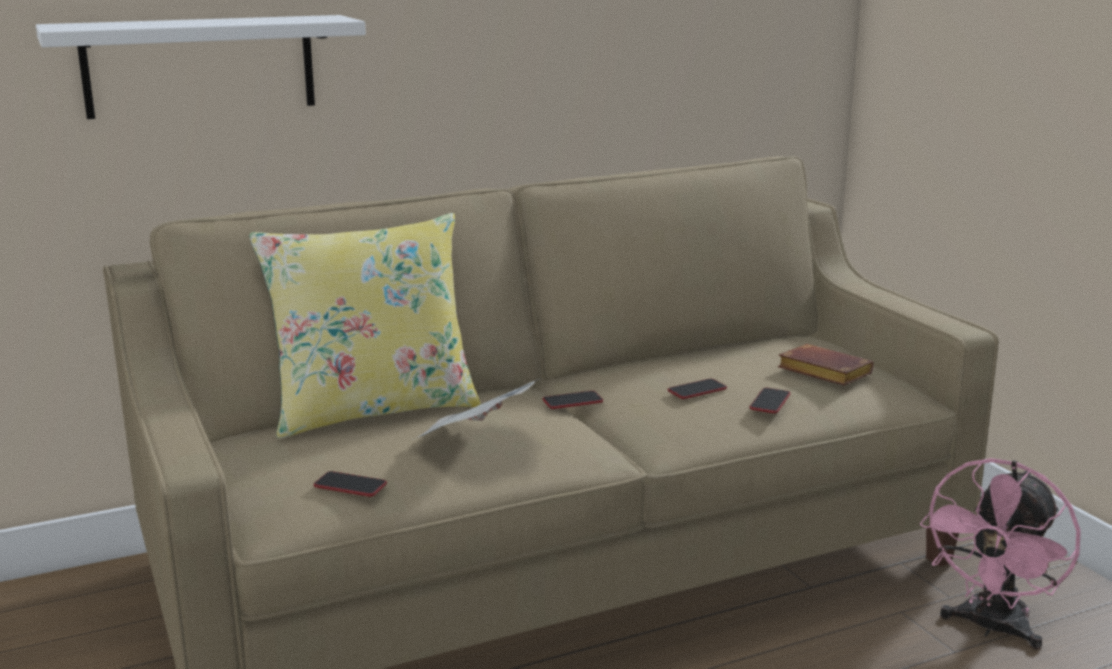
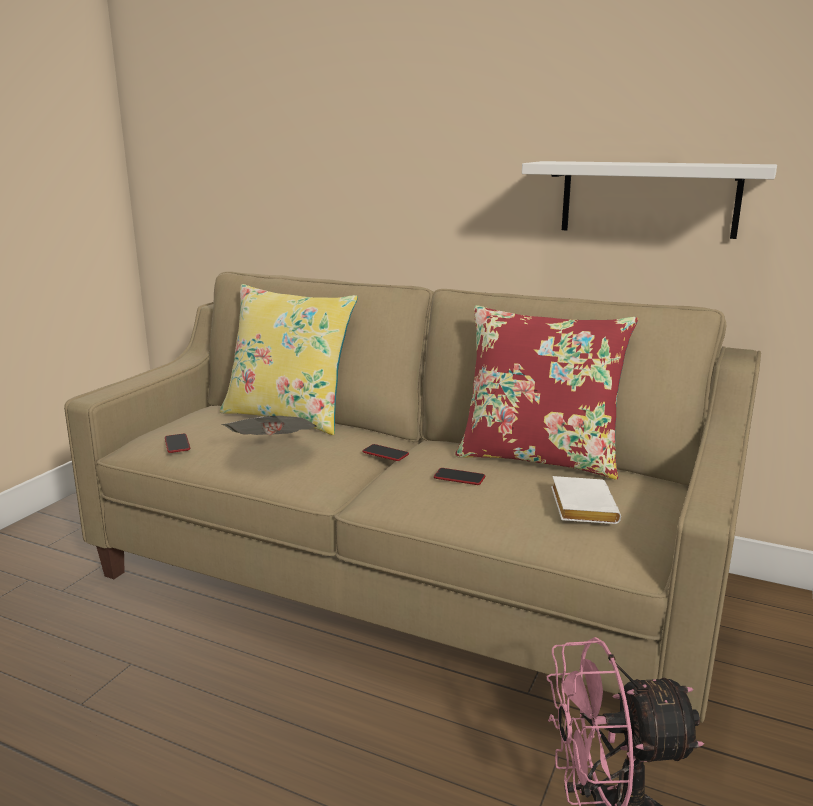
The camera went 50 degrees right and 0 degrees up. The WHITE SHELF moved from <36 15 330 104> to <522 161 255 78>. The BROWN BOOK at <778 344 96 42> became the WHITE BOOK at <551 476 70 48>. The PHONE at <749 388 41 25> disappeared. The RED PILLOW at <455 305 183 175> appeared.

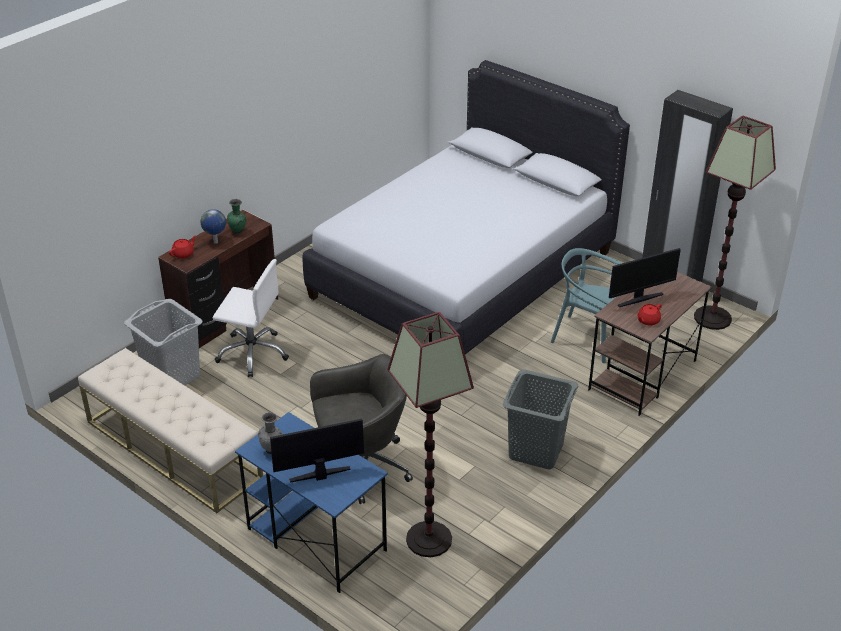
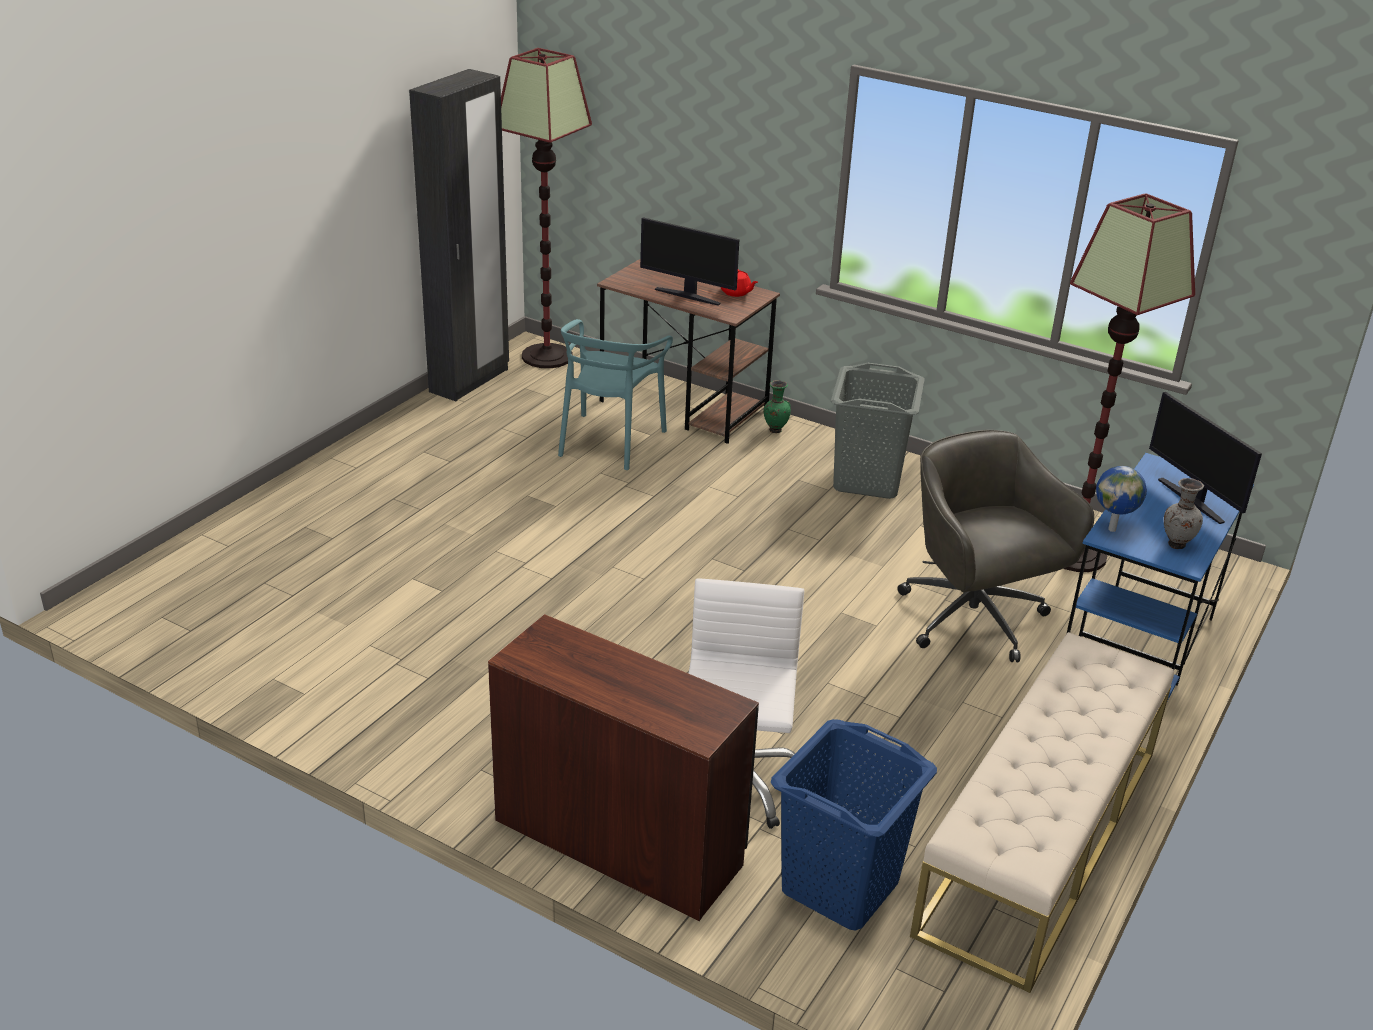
The camera went 100 degrees left and 5 degrees down. The WHITE BED at <303 60 327 294> disappeared. The GREEN VASE moved from <227 199 19 36> to <764 380 27 53>. The GLOBE moved from <200 209 26 35> to <1096 466 51 66>. The RED TEAPOT at <169 235 27 23> disappeared. The MONITOR at <609 248 72 59> turned 150 degrees clockwise. The GREY LAUNDRY BASKET at <124 299 79 86> became the BLUE LAUNDRY BASKET at <771 719 166 212>.

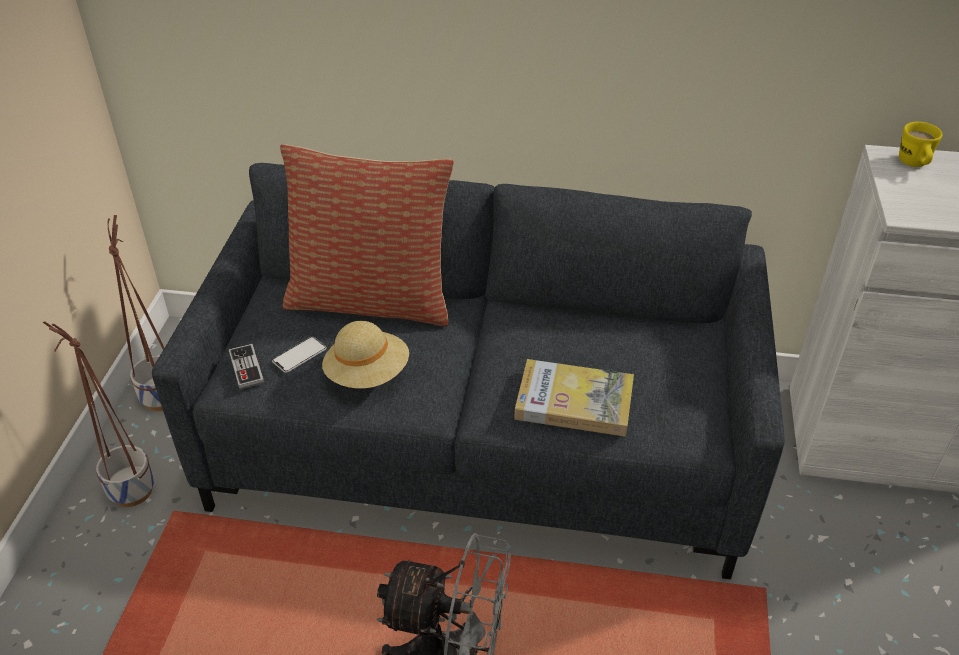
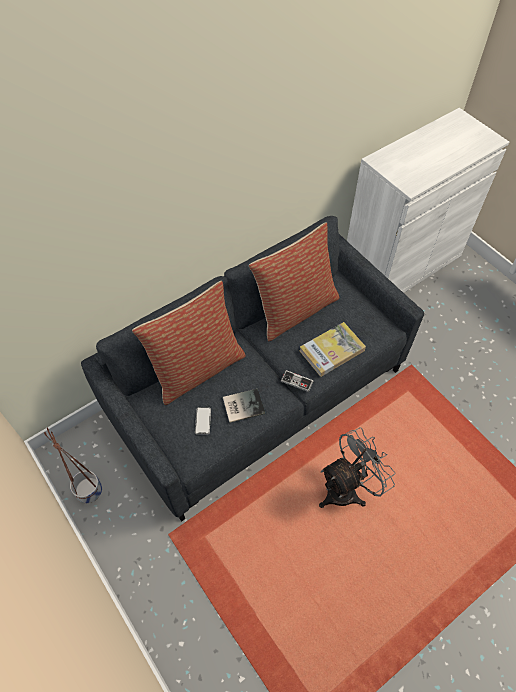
The camera went 45 degrees left and 15 degrees up. The YELLOW MUG at <899 122 43 45> disappeared. The PLANTER at <43 321 111 186> disappeared. The BEIGE HAT at <322 321 87 67> was replaced by the BOOK at <223 389 42 34>. The GAME CONTROLLER moved from <229 344 35 45> to <281 370 32 22>. The PILLOW at <249 222 90 119> appeared.

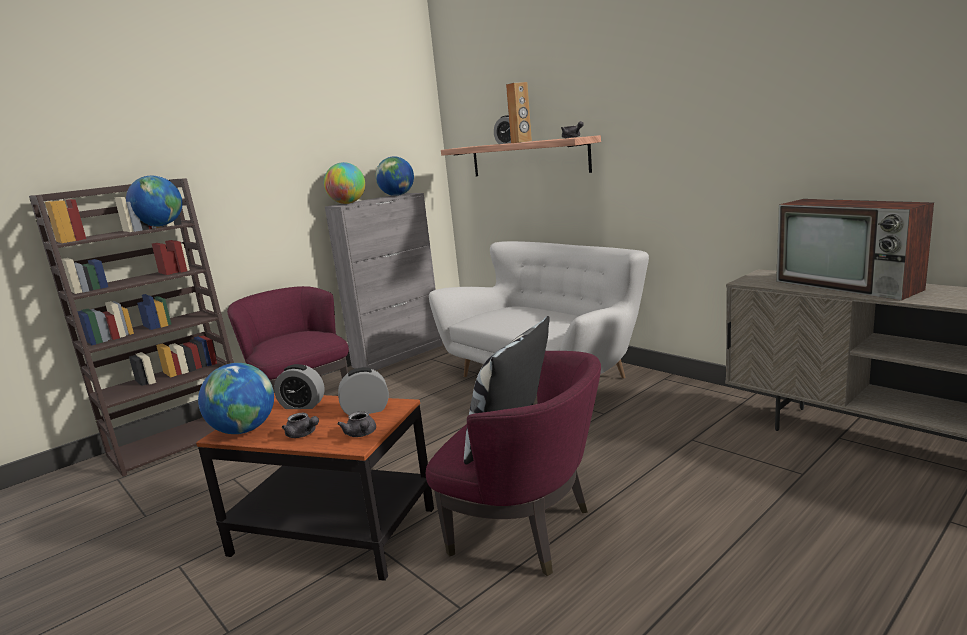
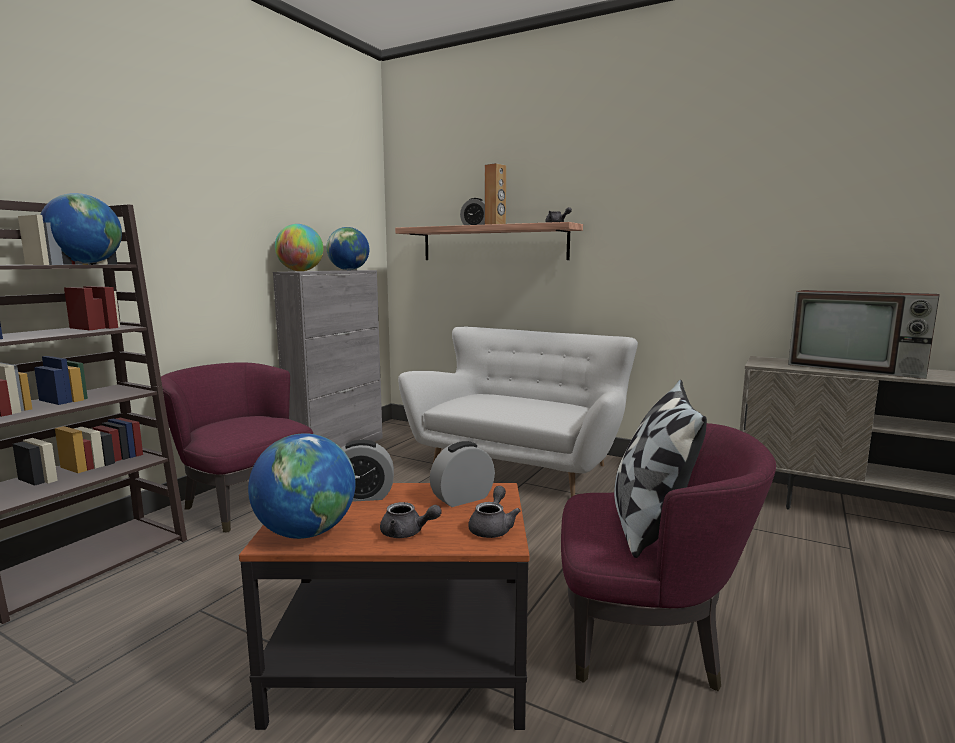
The camera went 20 degrees left and 5 degrees down. The GREY TEAPOT at <338 411 38 26> turned 120 degrees counterclockwise.

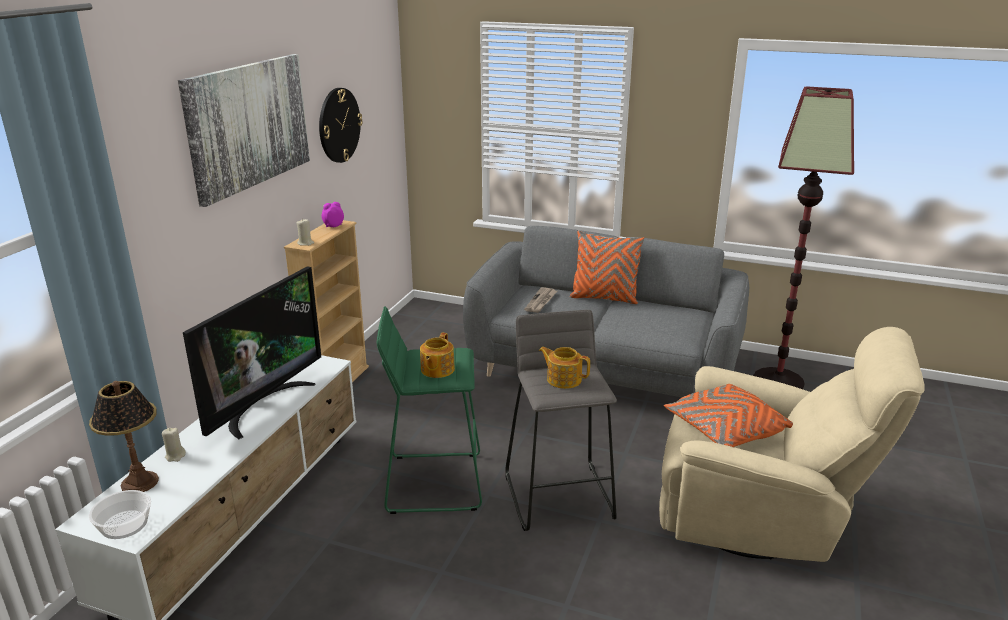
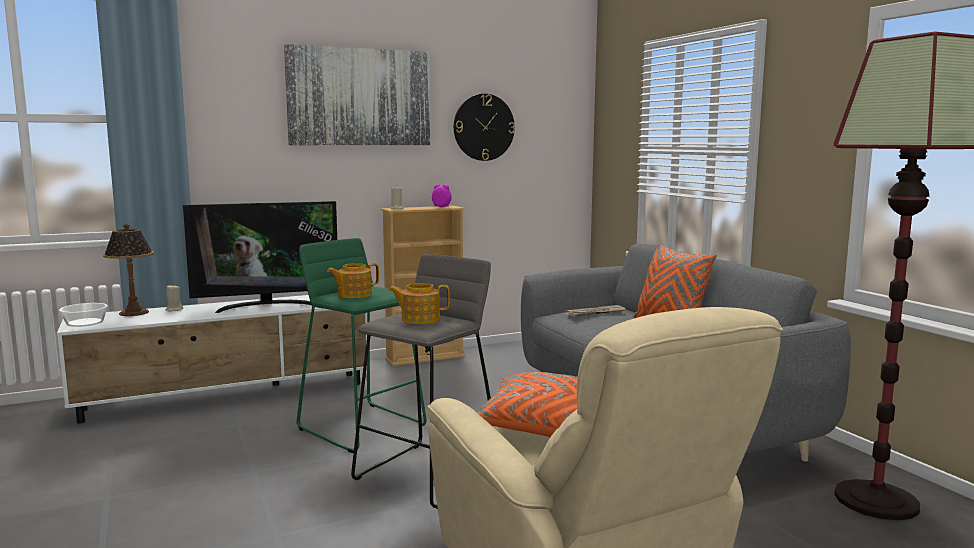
The camera went 45 degrees right and 15 degrees down. The TEAPOT at <539 347 51 42> turned 75 degrees counterclockwise.

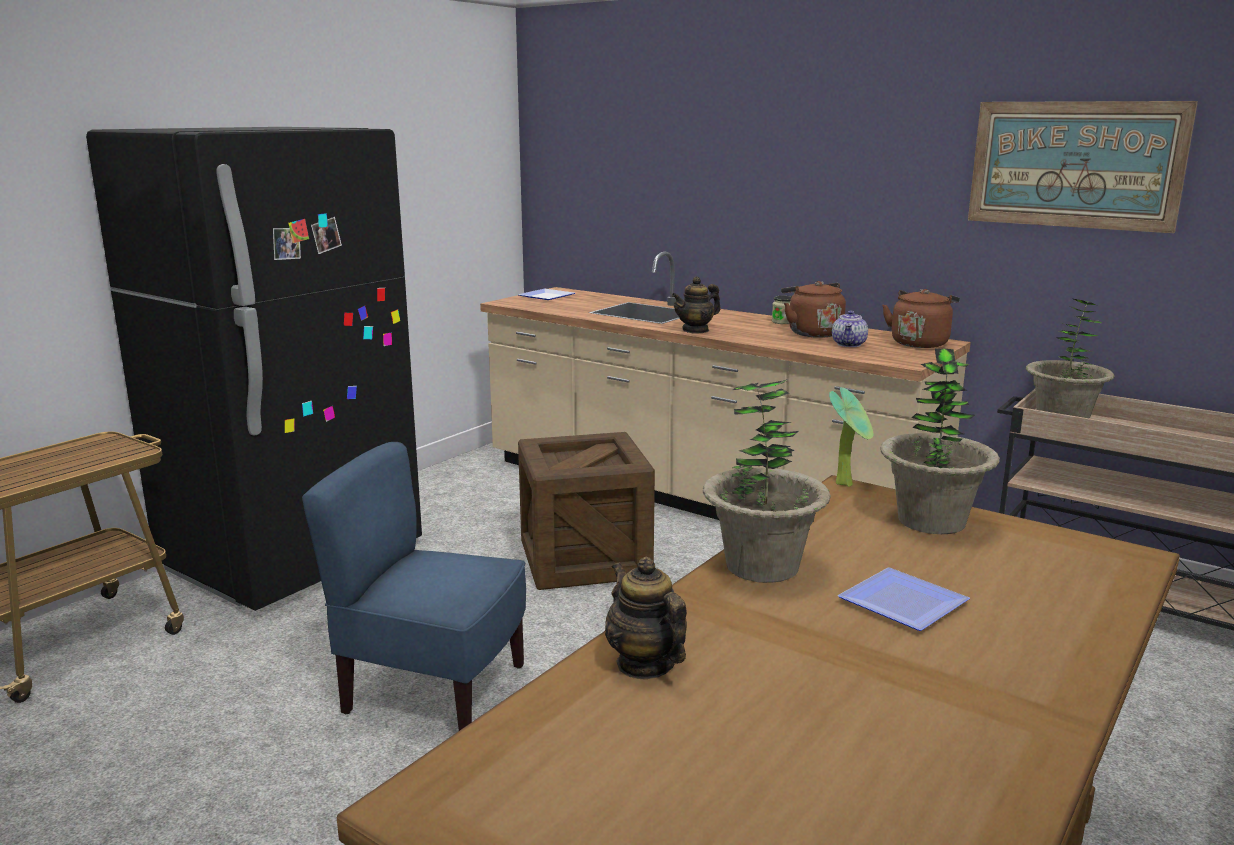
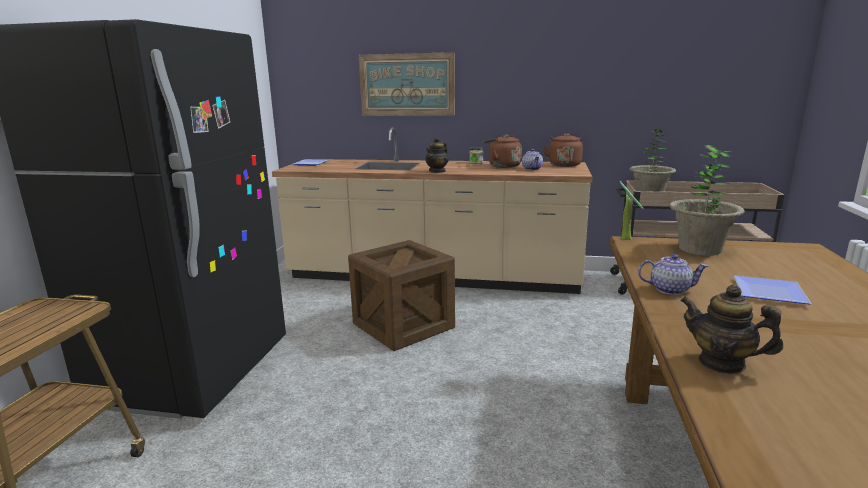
The camera went 25 degrees left and 0 degrees up. The PICTURE moved from <968 101 230 132> to <359 52 96 64>. The POTTED PLANT at <703 379 128 204> was replaced by the TEAPOT at <638 254 71 41>. The BLUE CHAIR at <302 442 224 289> disappeared.

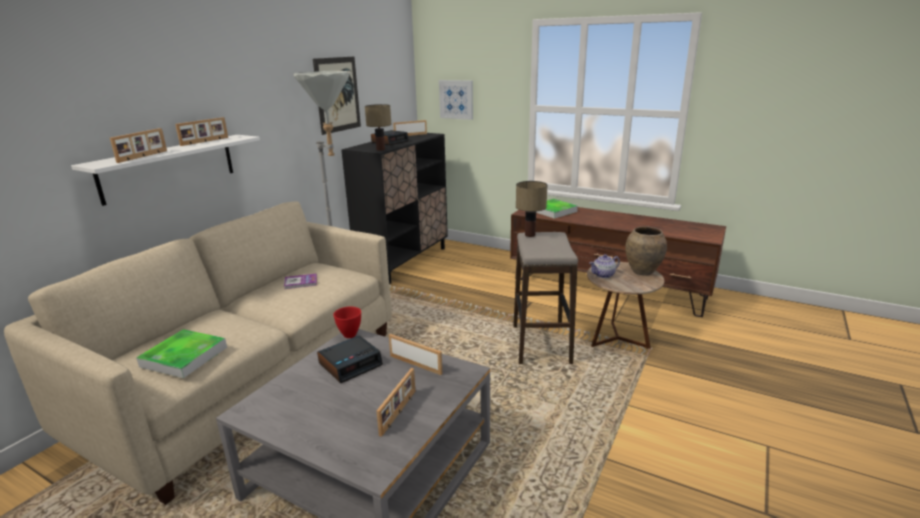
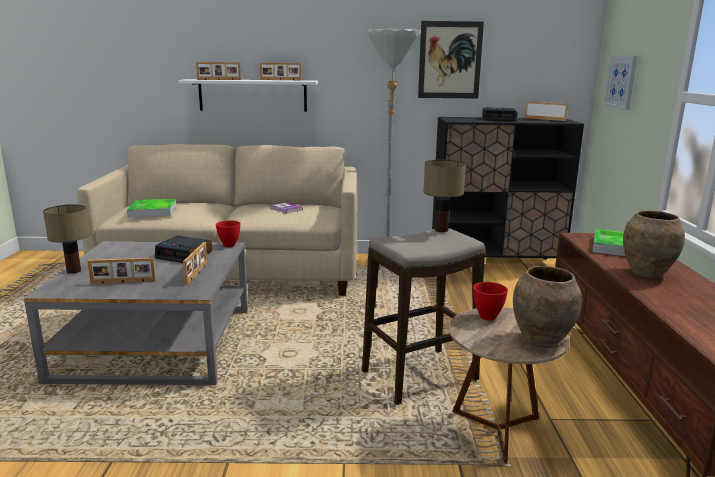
The camera went 60 degrees right and 5 degrees down. The TABLE LAMP moved from <365 104 26 47> to <43 204 47 70>. The TEAPOT at <589 254 31 24> was replaced by the RED BOWL at <473 282 35 39>. The BROWN VASE at <623 210 62 68> appeared.

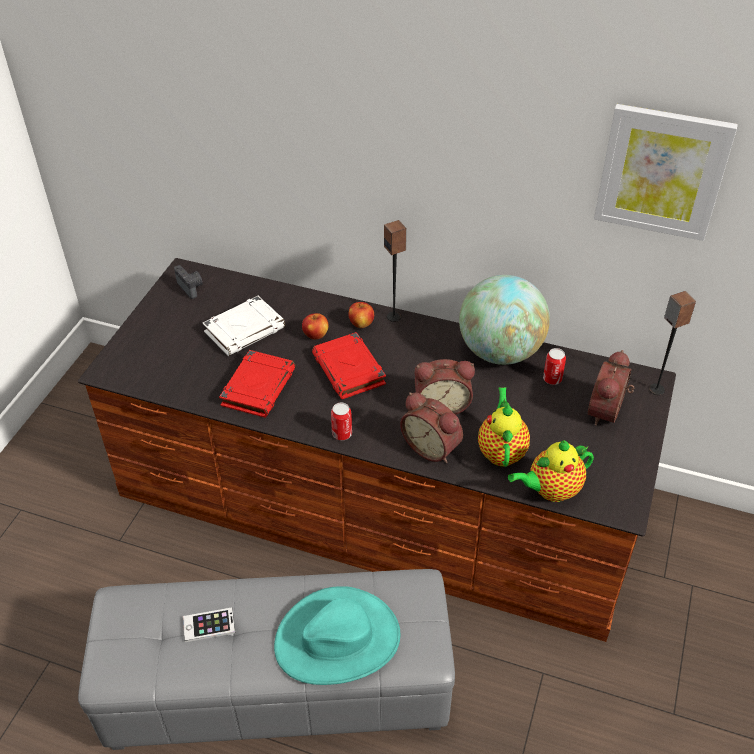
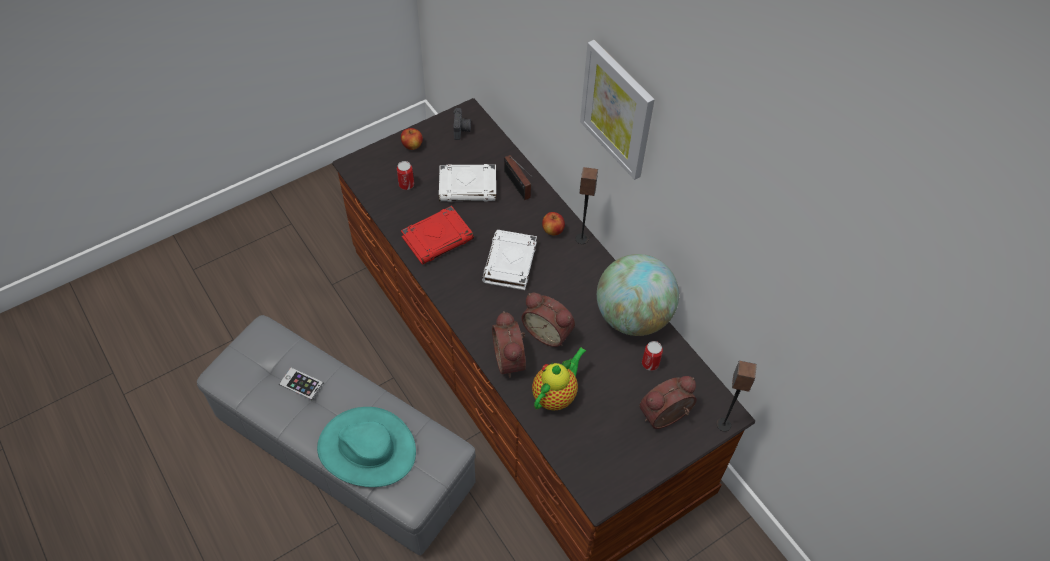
The camera went 35 degrees right and 10 degrees up. The PICTURE moved from <594 104 144 137> to <580 40 75 140>. The APPLE moved from <302 313 27 27> to <401 128 22 22>. The RED BOOK at <312 332 74 67> became the WHITE BOOK at <482 230 55 60>. The CAN moved from <331 403 21 37> to <397 161 17 29>. The TEAPOT at <508 440 86 62> disappeared. The RADIO at <504 155 28 45> appeared.

